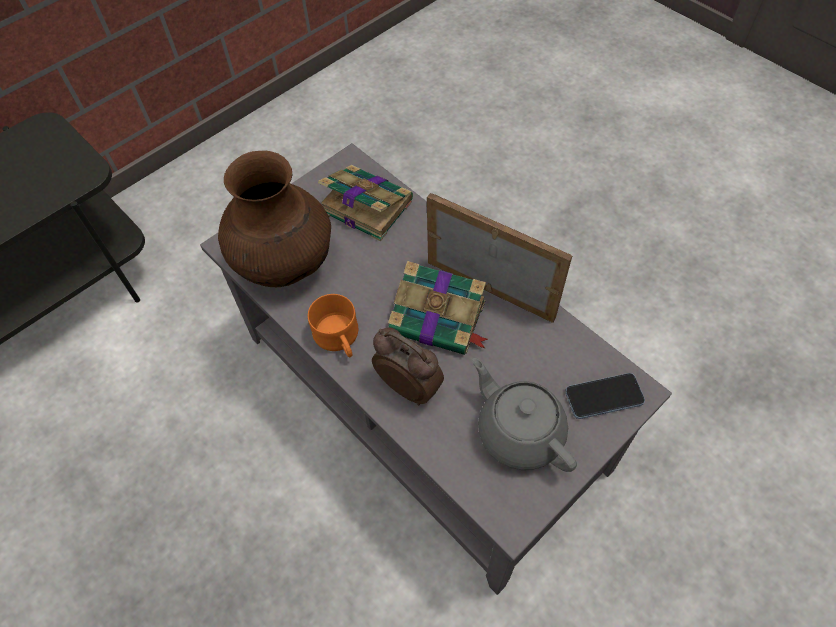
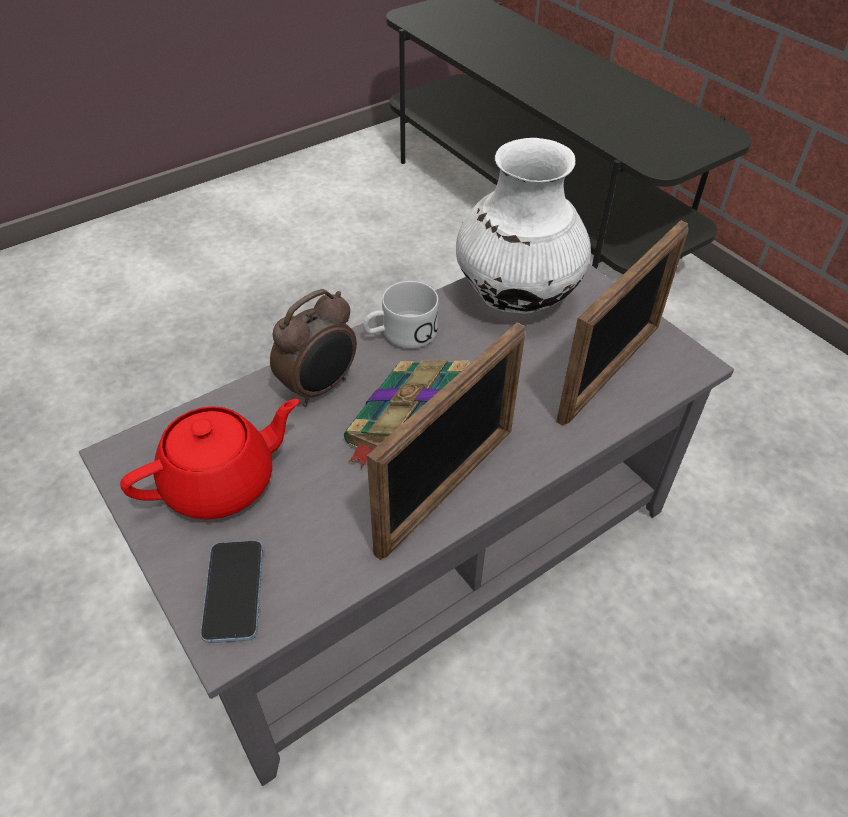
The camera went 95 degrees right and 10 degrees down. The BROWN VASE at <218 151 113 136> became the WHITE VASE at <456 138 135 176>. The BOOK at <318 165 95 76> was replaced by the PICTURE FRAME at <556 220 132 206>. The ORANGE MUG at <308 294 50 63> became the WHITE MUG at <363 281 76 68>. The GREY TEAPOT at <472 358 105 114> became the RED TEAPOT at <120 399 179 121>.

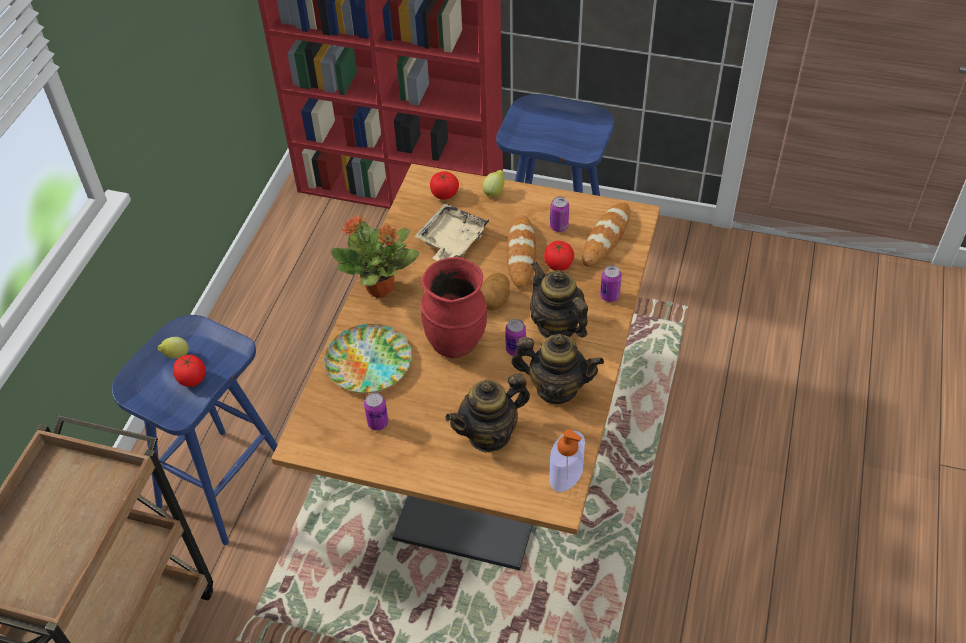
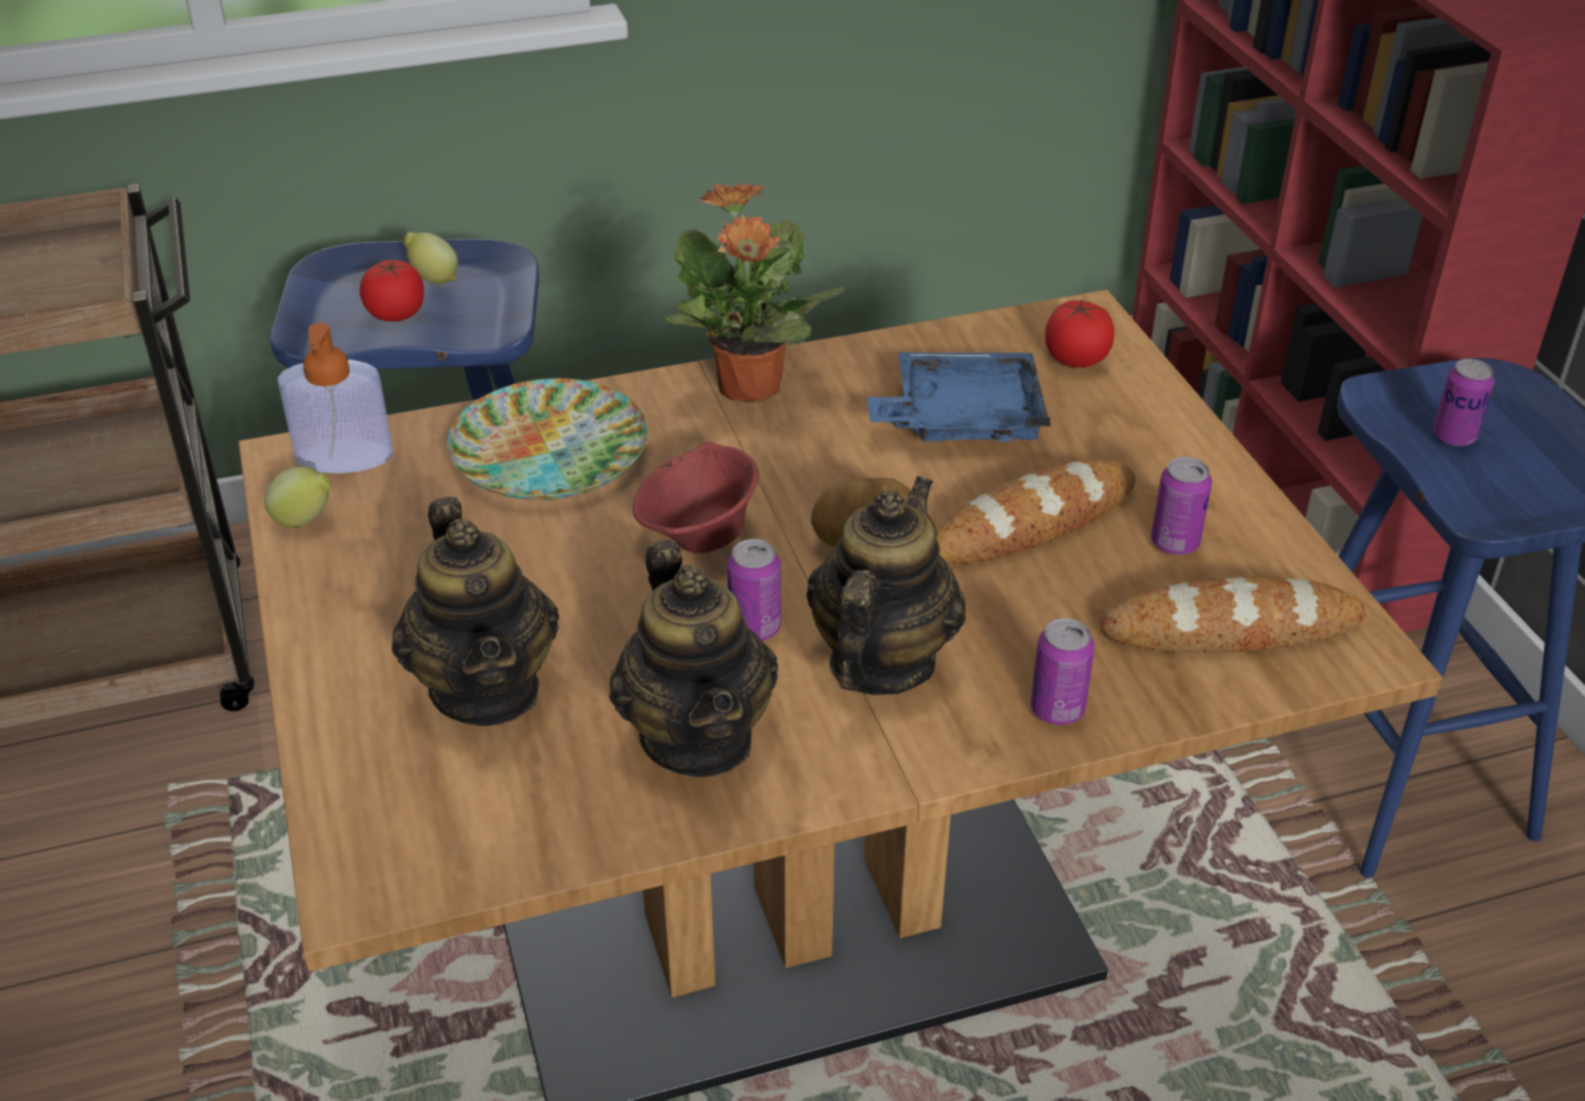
The camera went 55 degrees right and 10 degrees down. The LEMON moved from <482 170 23 28> to <265 467 67 61>. The BEIGE TRAY at <414 203 75 58> became the BLUE TRAY at <867 352 183 90>. The TOMATO at <544 241 30 30> disappeared. The RED VASE at <420 257 67 102> was replaced by the RED BOWL at <633 441 126 112>. The TEAPOT at <445 373 85 80> turned 135 degrees counterclockwise. The CAN moved from <364 392 24 39> to <1433 359 61 87>. The SOAP DISPENSER moved from <549 429 36 63> to <277 323 116 150>.

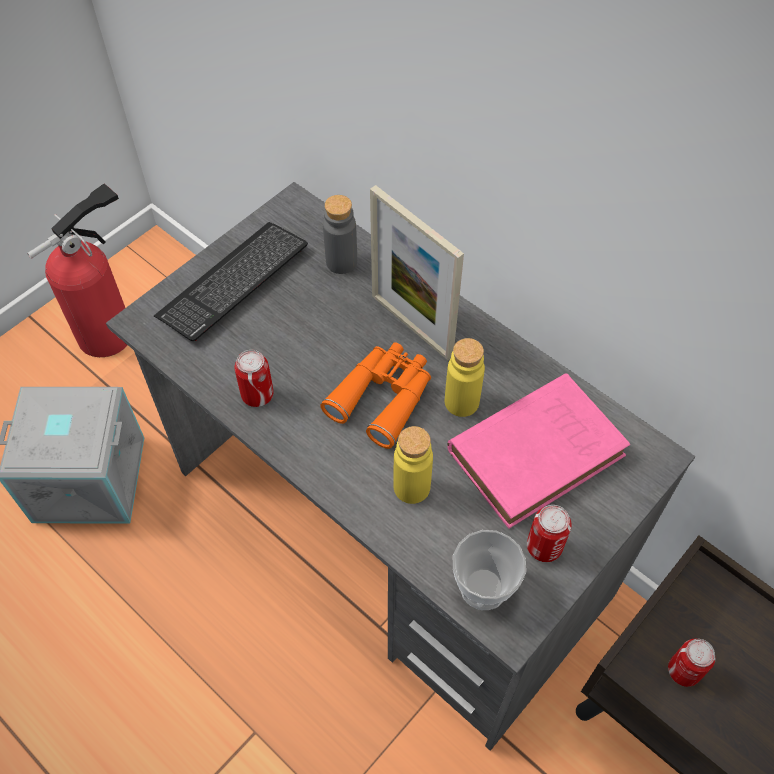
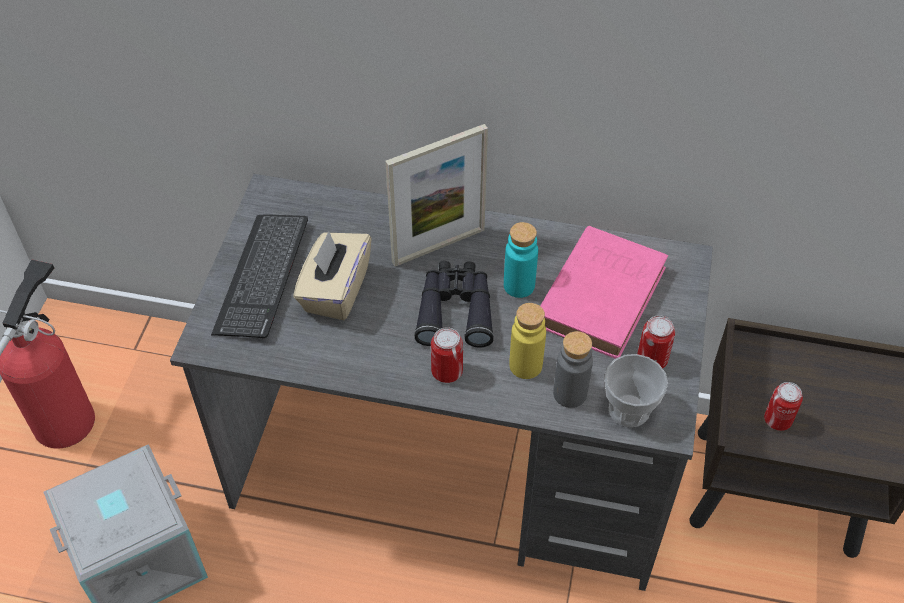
The camera went 30 degrees left and 5 degrees down. The PICTURE FRAME at <370 185 94 175> turned 45 degrees counterclockwise. The GREY BOTTLE moved from <323 195 34 79> to <553 331 40 77>. The YELLOW BOTTLE at <445 338 40 79> became the TURQUOISE BOTTLE at <504 222 34 76>. The ORANGE BINOCULARS at <320 342 111 107> became the BLACK BINOCULARS at <414 261 80 87>. The CAN moved from <235 350 39 57> to <431 327 32 56>. The BEIGE TISSUE BOX at <293 231 79 89> appeared.

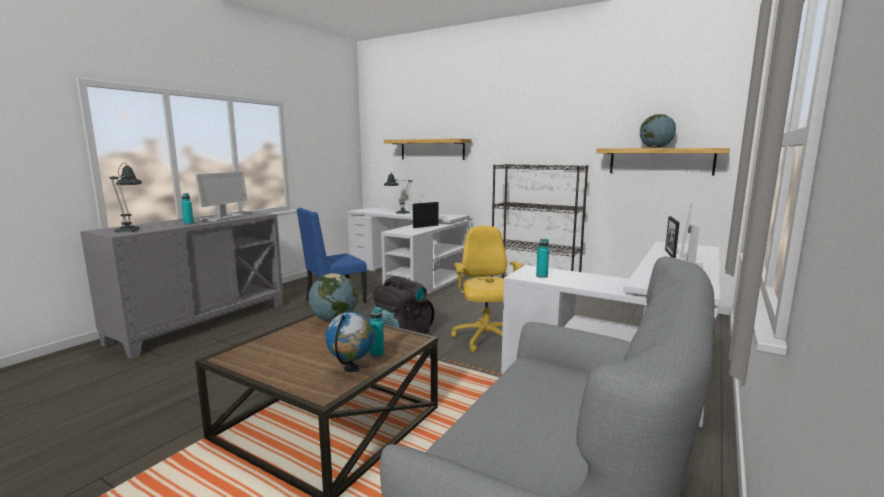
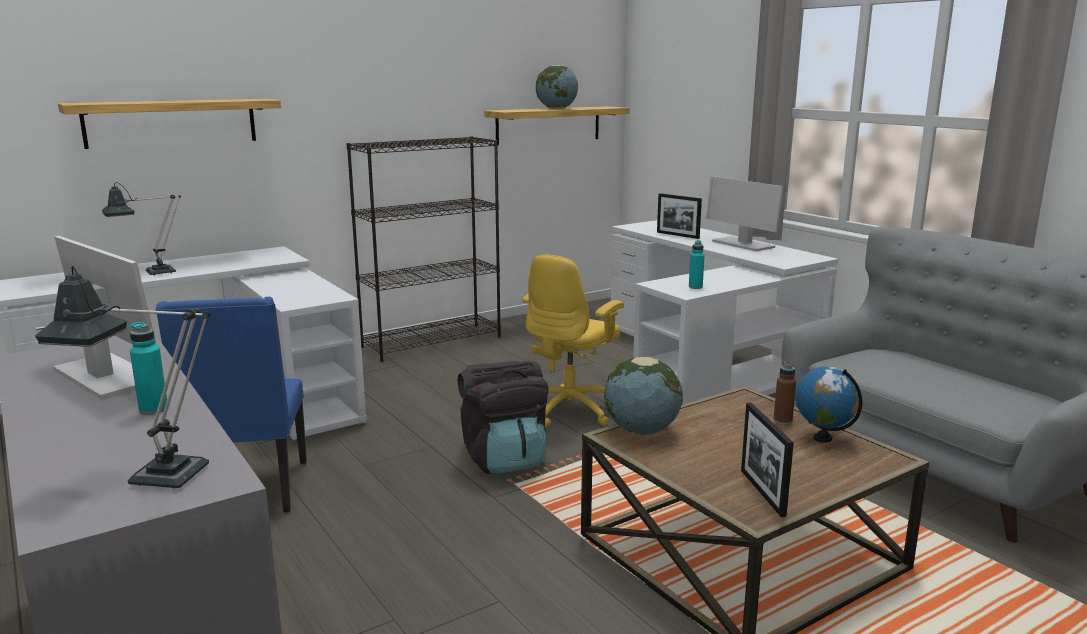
The camera went 65 degrees left and 5 degrees up. The PICTURE FRAME moved from <413 202 26 26> to <741 403 53 114>. The YELLOW OFFICE CHAIR at <451 226 72 126> turned 75 degrees counterclockwise. The TURQUOISE BOTTLE at <370 308 14 49> became the BROWN BOTTLE at <773 361 23 64>.

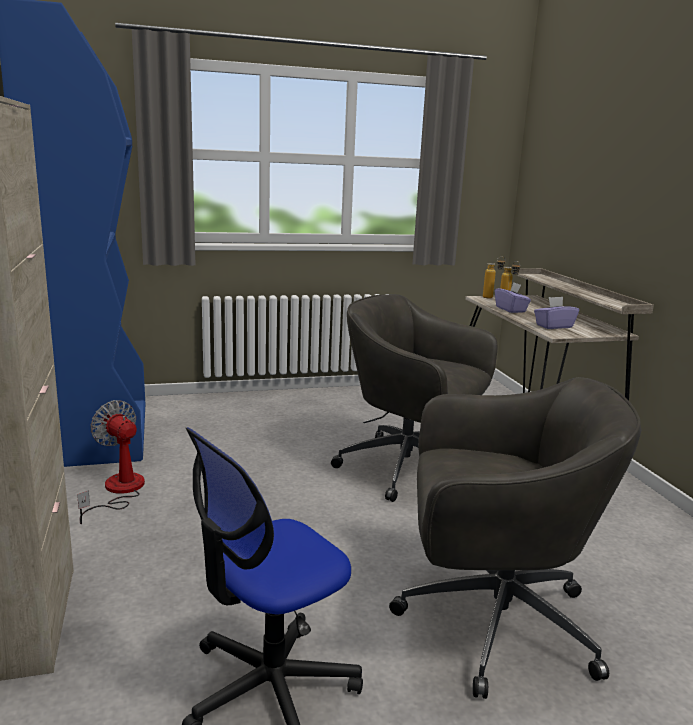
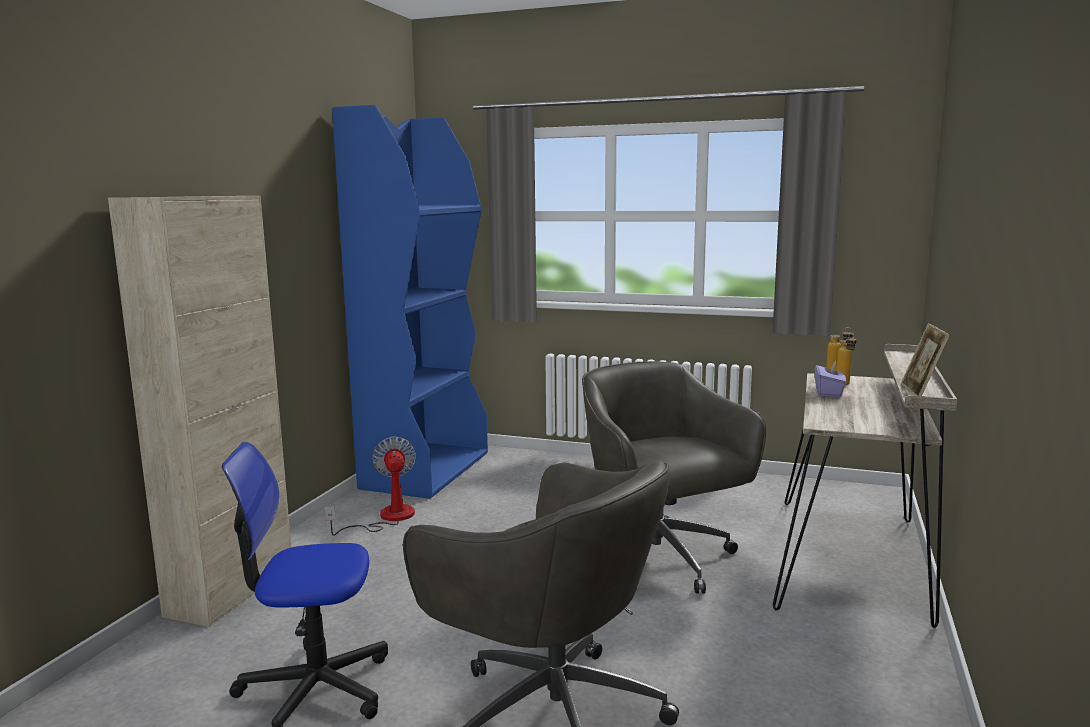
The camera went 35 degrees right and 5 degrees down. The PURPLE TISSUE BOX at <534 297 45 32> disappeared. The PICTURE FRAME at <901 323 49 73> appeared.

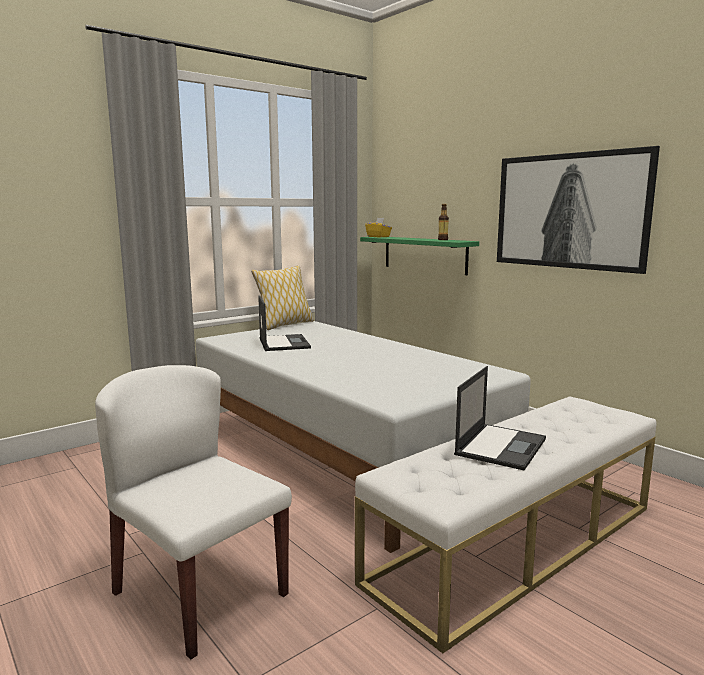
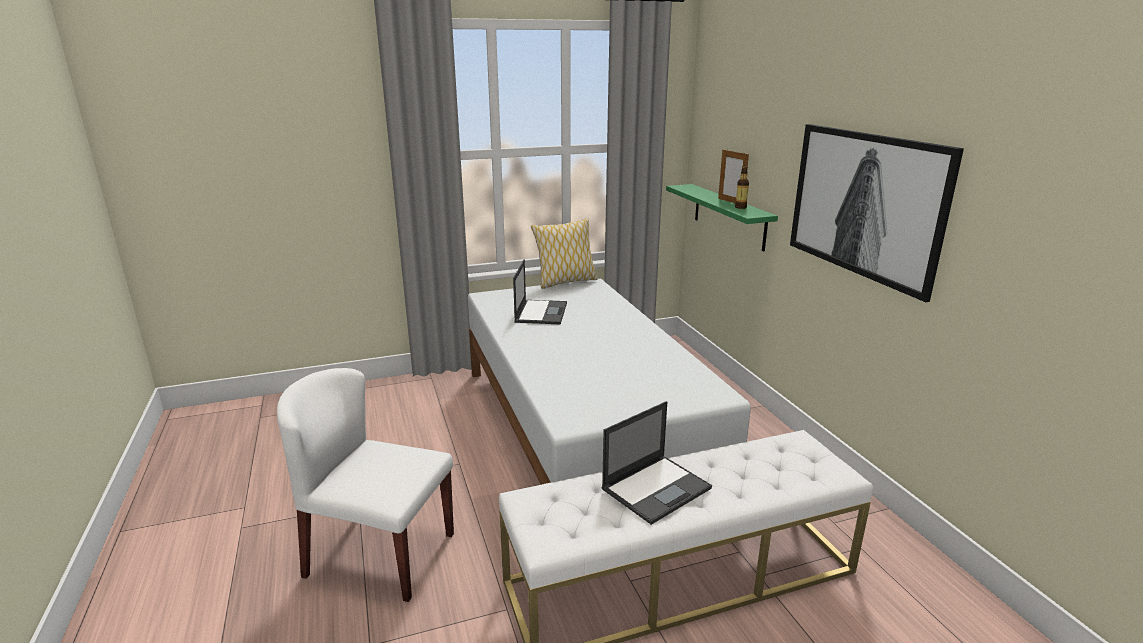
The camera went 20 degrees right and 10 degrees up. The YELLOW TISSUE BOX at <365 218 27 19> disappeared. The WHITE CHAIR at <95 365 197 294> turned 45 degrees counterclockwise. The PICTURE FRAME at <718 148 31 55> appeared.

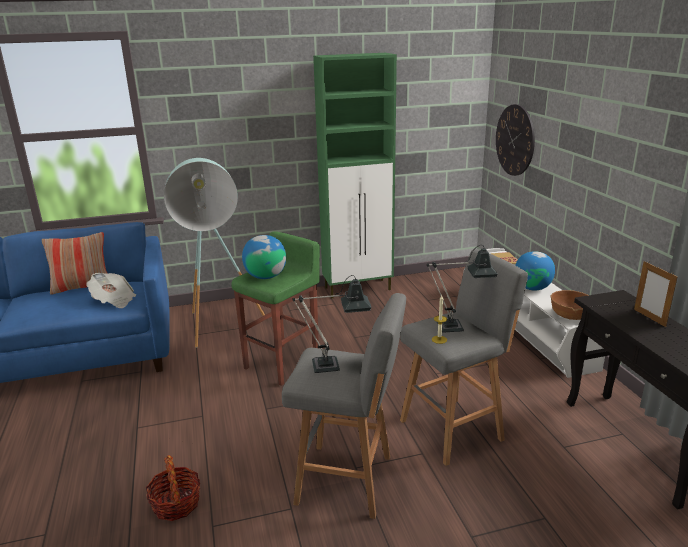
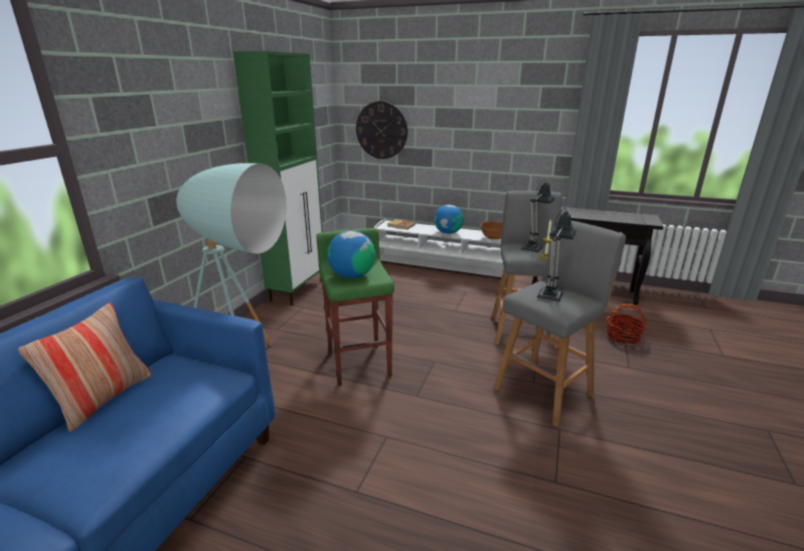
The camera went 55 degrees left and 0 degrees up. The PICTURE FRAME at <634 261 43 66> disappeared. The NEWSPAPER at <86 273 50 35> disappeared. The BASKET moved from <146 455 54 66> to <607 304 40 40>.

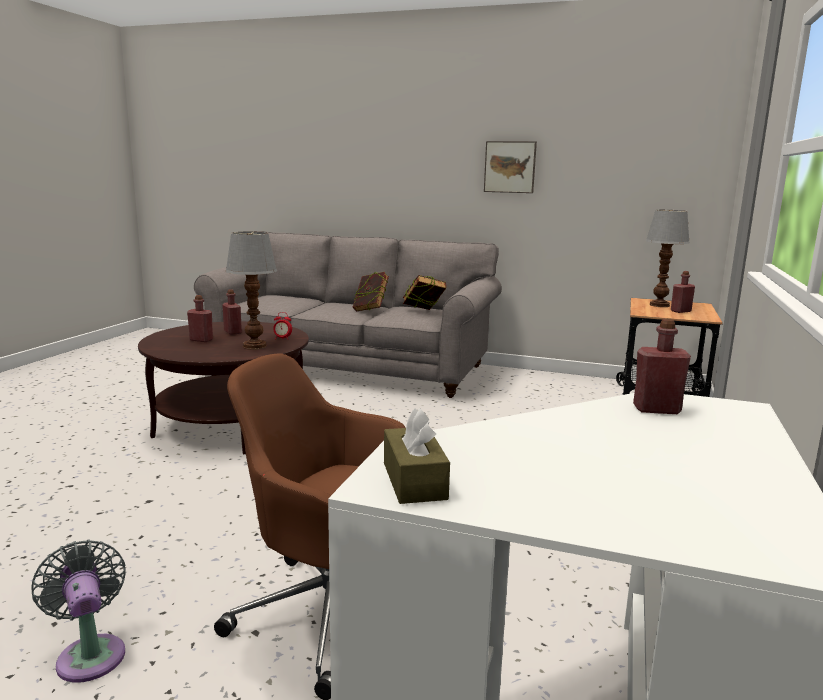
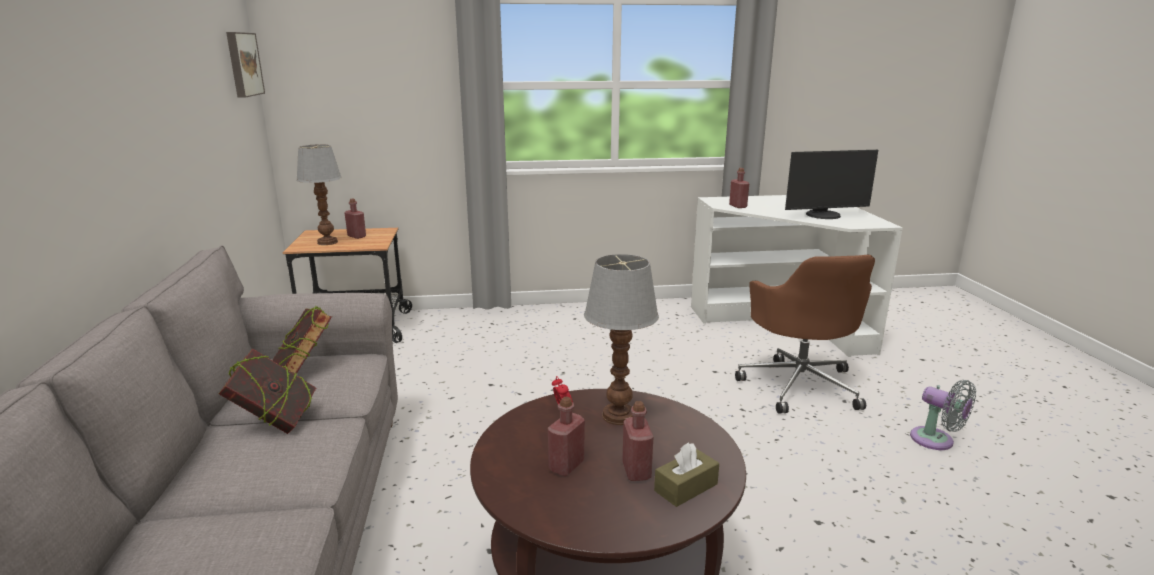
The camera went 115 degrees left and 5 degrees up. The PICTURE moved from <484 141 53 52> to <226 32 39 66>. The BROWN TISSUE BOX moved from <384 408 66 96> to <654 442 65 65>. The GREY FAN at <31 540 95 143> turned 75 degrees counterclockwise. The MONITOR at <785 150 93 69> appeared.

